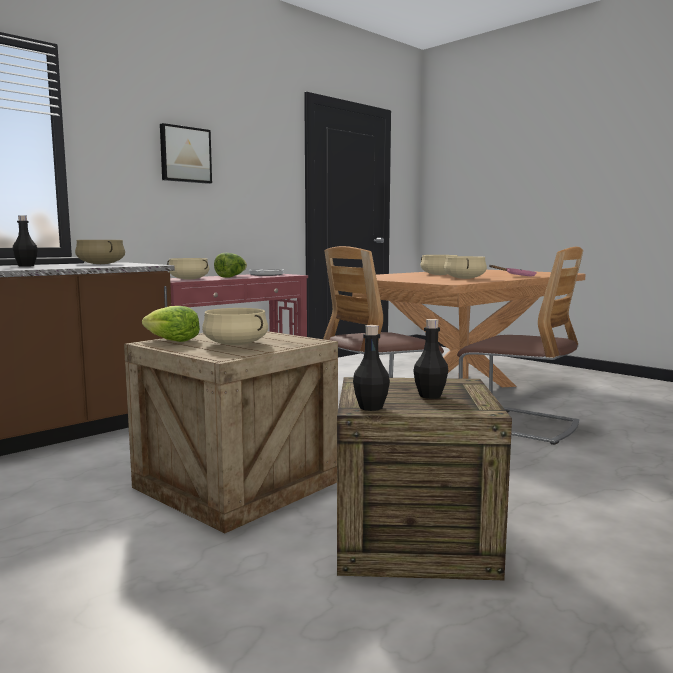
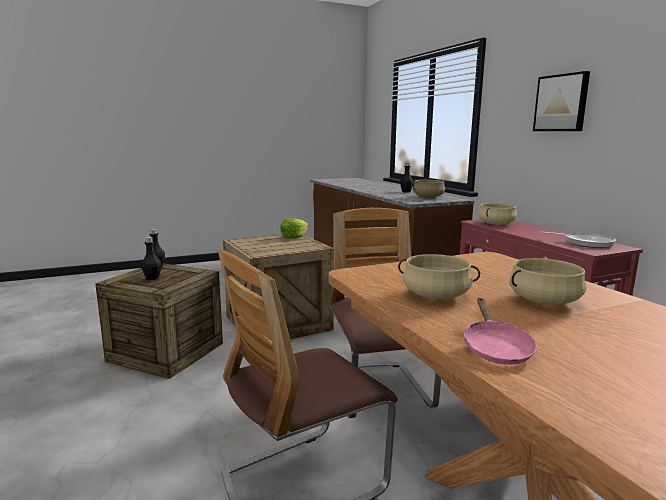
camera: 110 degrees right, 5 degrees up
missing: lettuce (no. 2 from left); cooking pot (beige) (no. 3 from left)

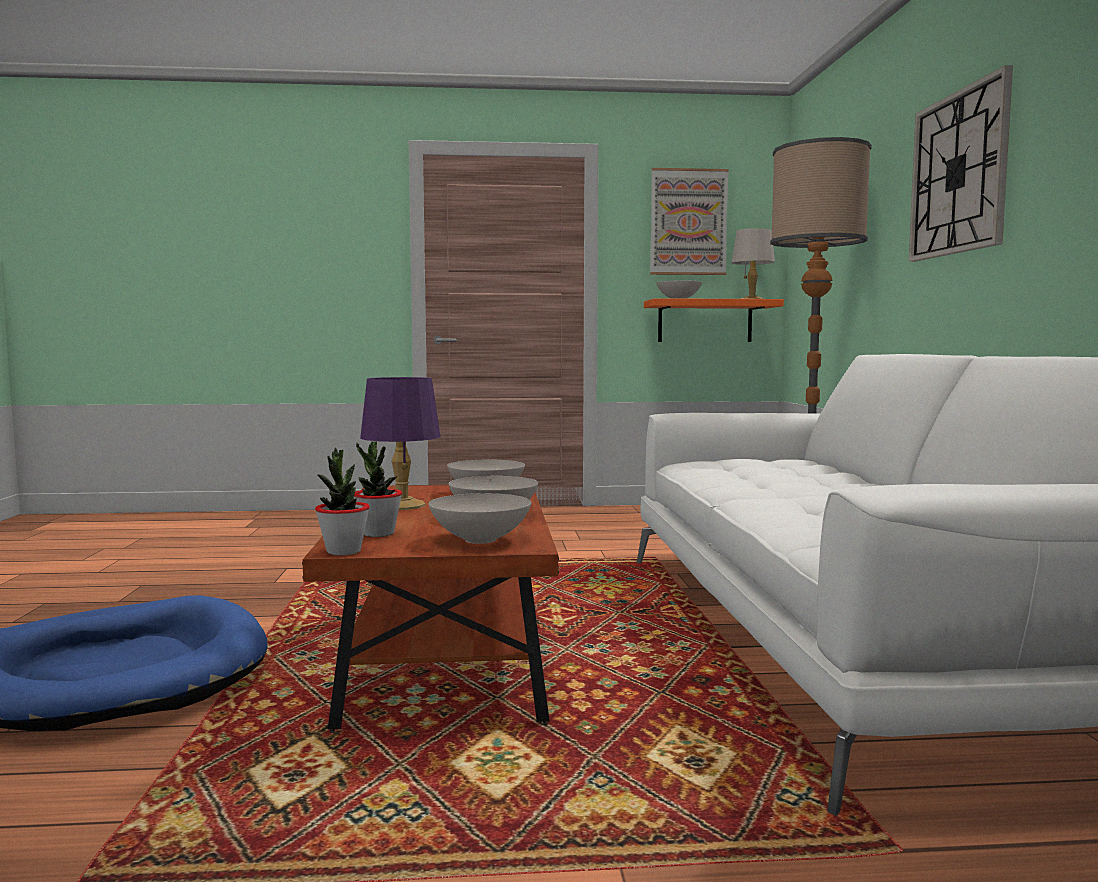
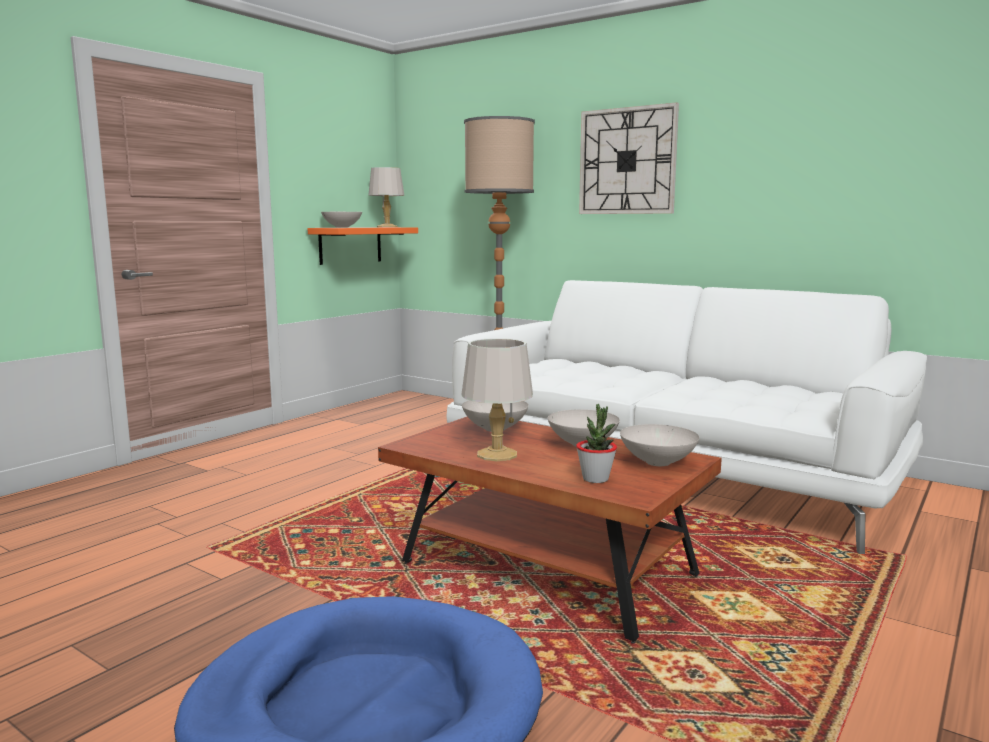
camera: 50 degrees left, 5 degrees up
missing: picture; potted plant (no. 1 from left)
colour: table lamp (purple) to table lamp (grey) (no. 2 from left)

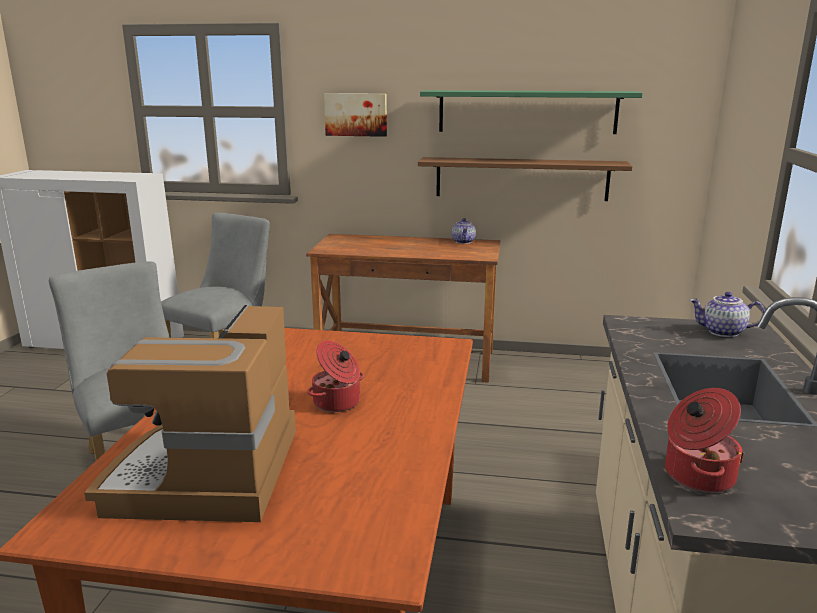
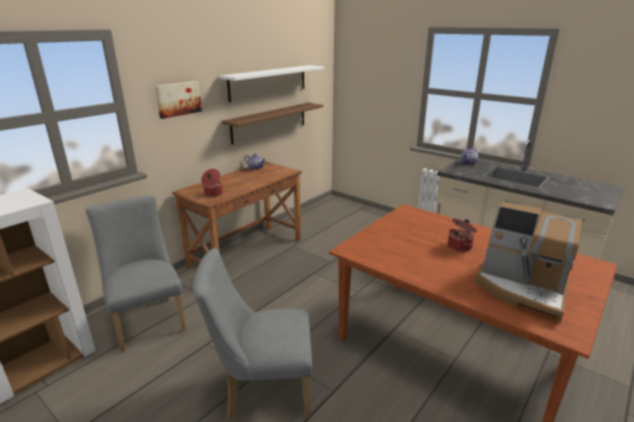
camera: 60 degrees left, 5 degrees up
relocated: cooking pot (no. 2 from left in the first image) to cooking pot (no. 1 from left)
colour: shelf (green) to shelf (white)

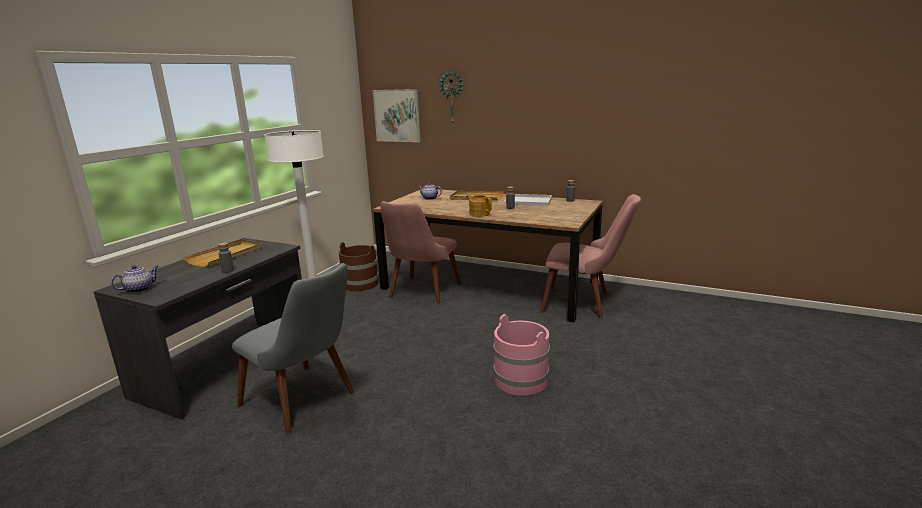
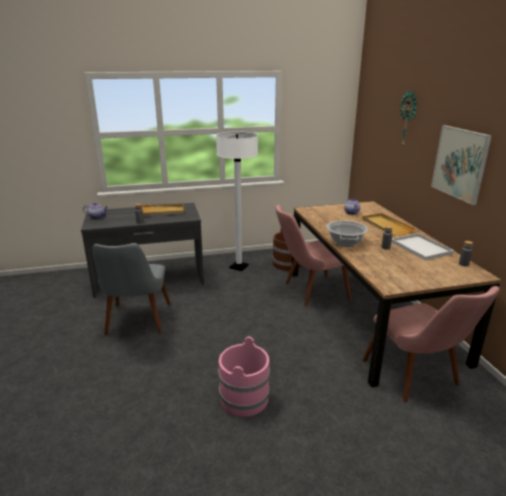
camera: 50 degrees right, 5 degrees up
relocated: picture
exchanged: teapot (no. 3 from left) to cooking pot

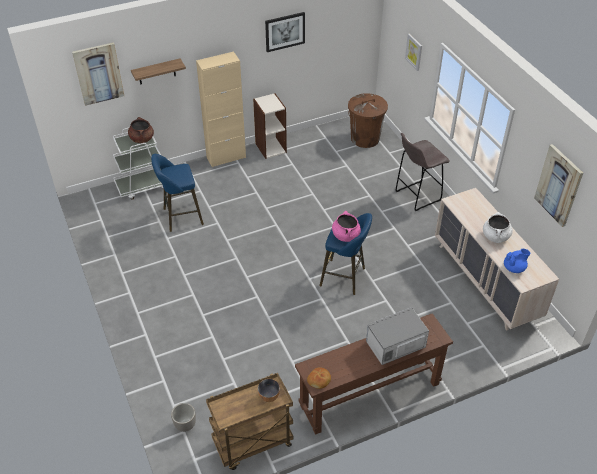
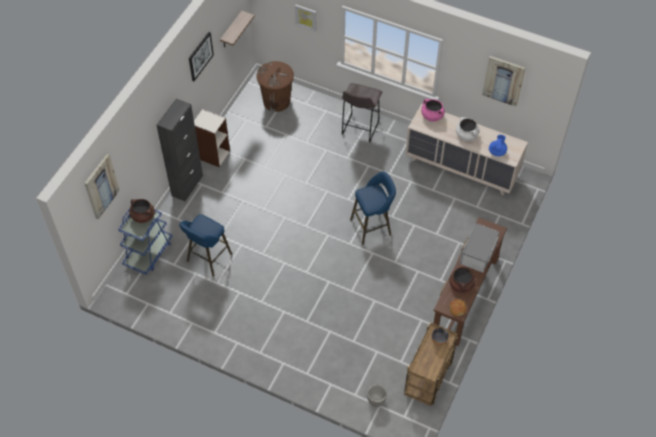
camera: 40 degrees left, 10 degrees up
appeared: cooking pot (brown) (no. 2 from left)
relocated: shelf; cooking pot (pink)
colour: cabinet (beige) to cabinet (black); cart (white) to cart (blue)

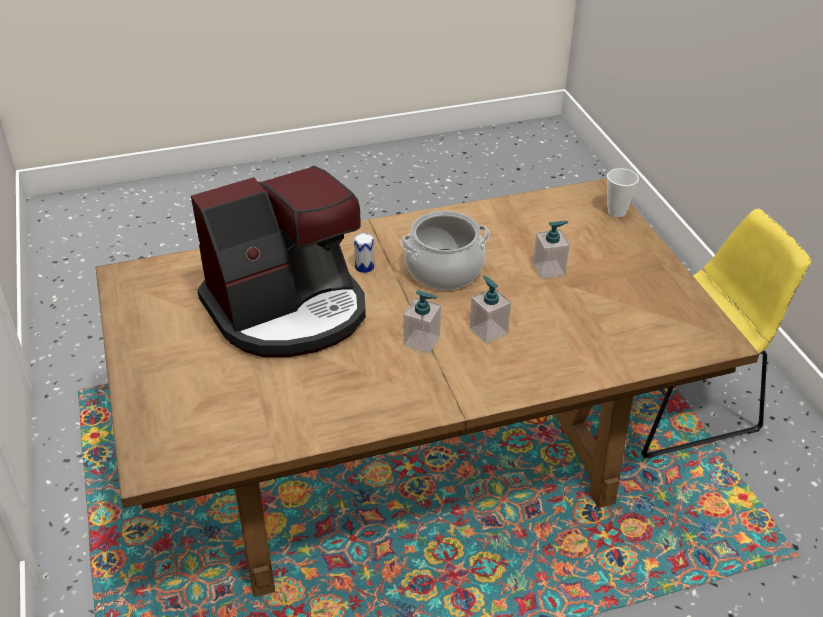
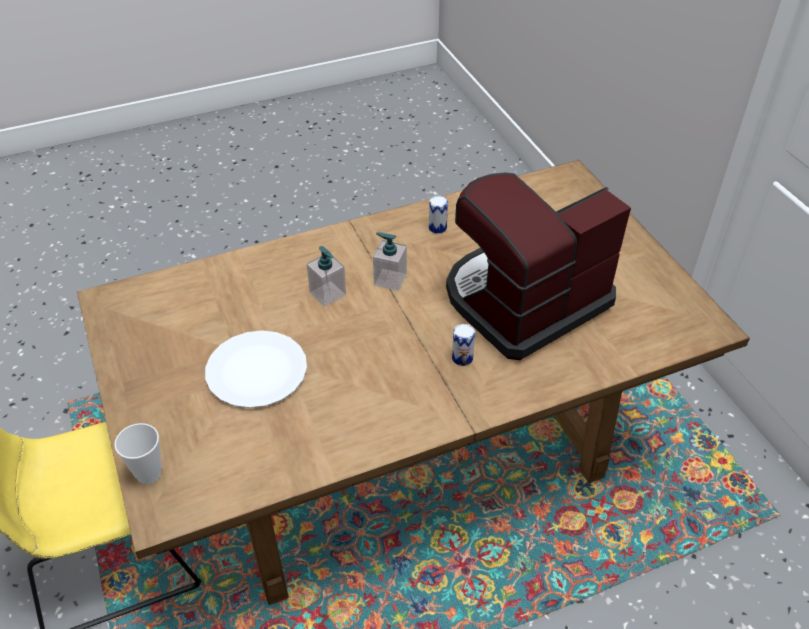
camera: 175 degrees right, 5 degrees up
missing: cooking pot
appeared: can (no. 1 from left)
exchanged: soap dispenser (no. 3 from left) to plate (white)

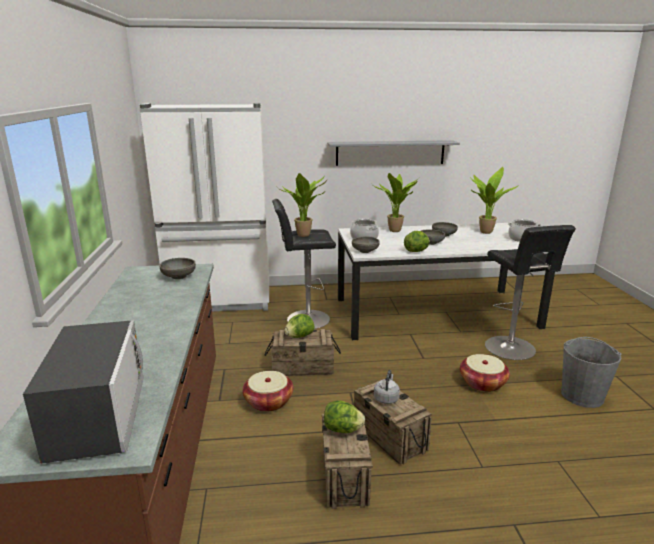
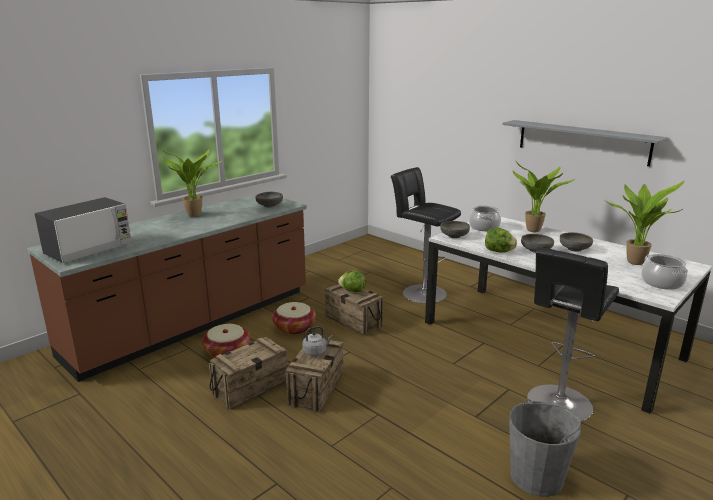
camera: 50 degrees right, 0 degrees up
missing: fridge (white); lettuce (no. 2 from left)
relocated: potted plant (no. 1 from left); basket (no. 2 from left in the first image) to basket (no. 1 from left)

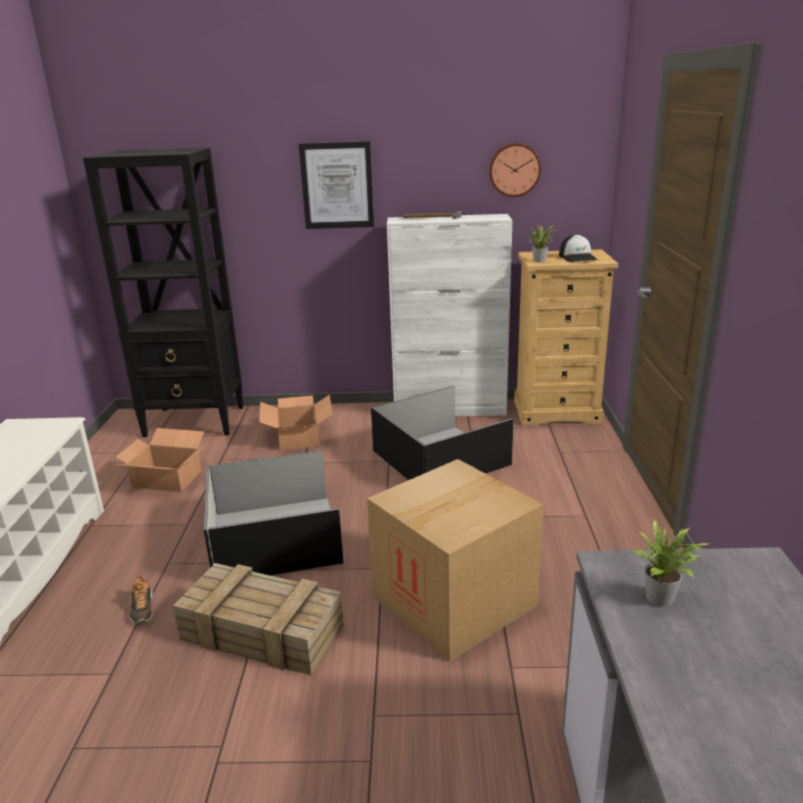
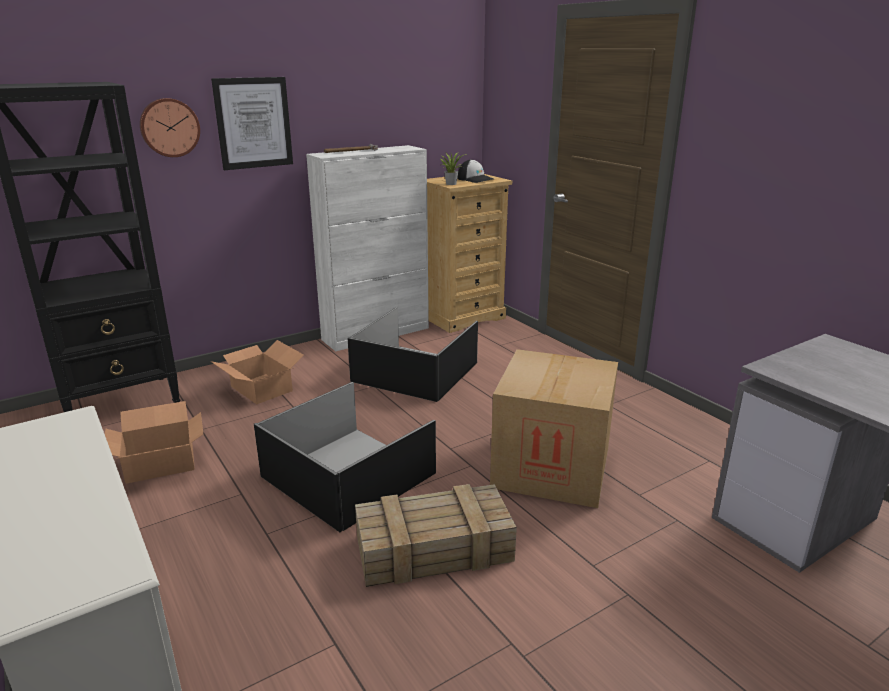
camera: 35 degrees left, 0 degrees up
missing: potted plant (no. 2 from left); shoe
relocated: wall clock

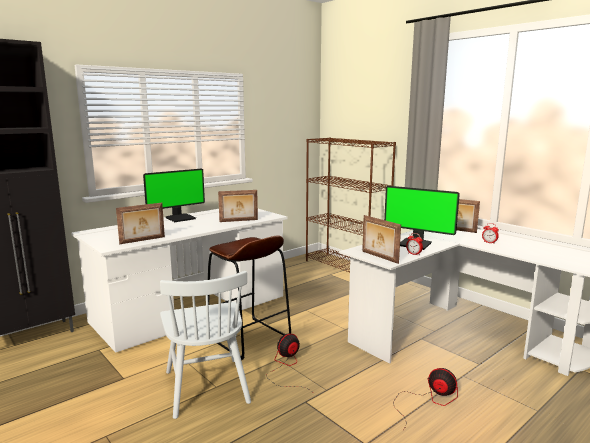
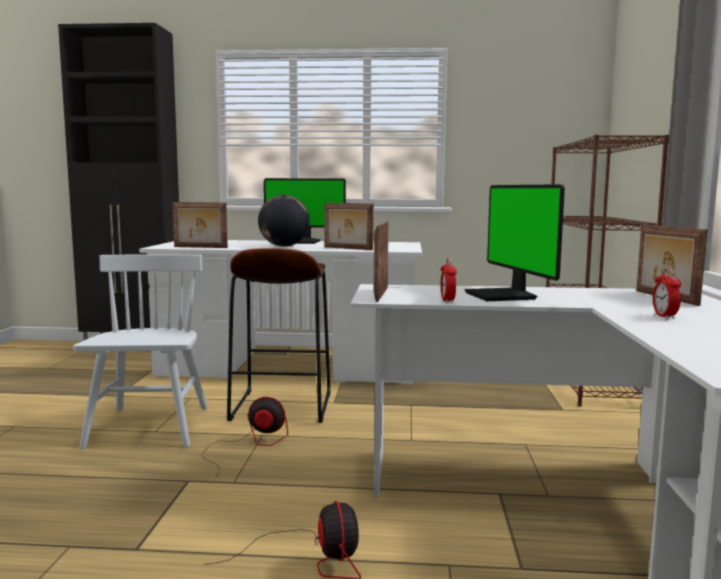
camera: 45 degrees right, 5 degrees down
appeared: globe
spun: chair (white) 150 degrees clockwise

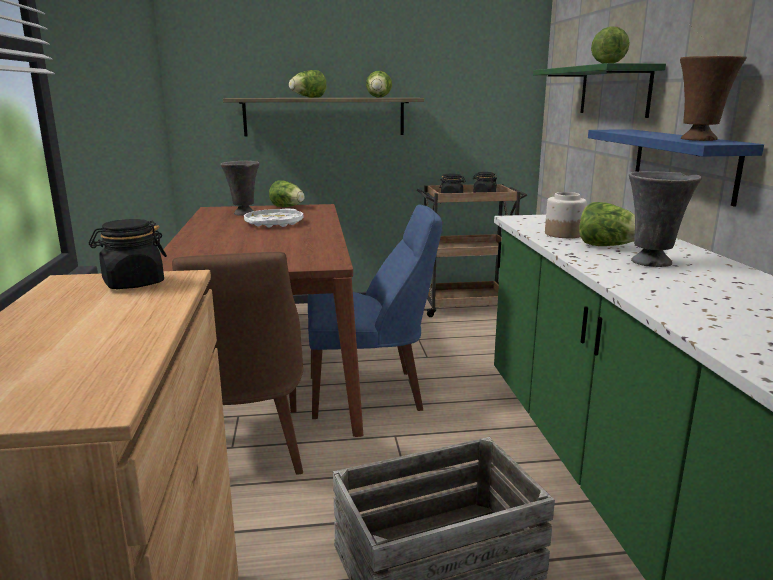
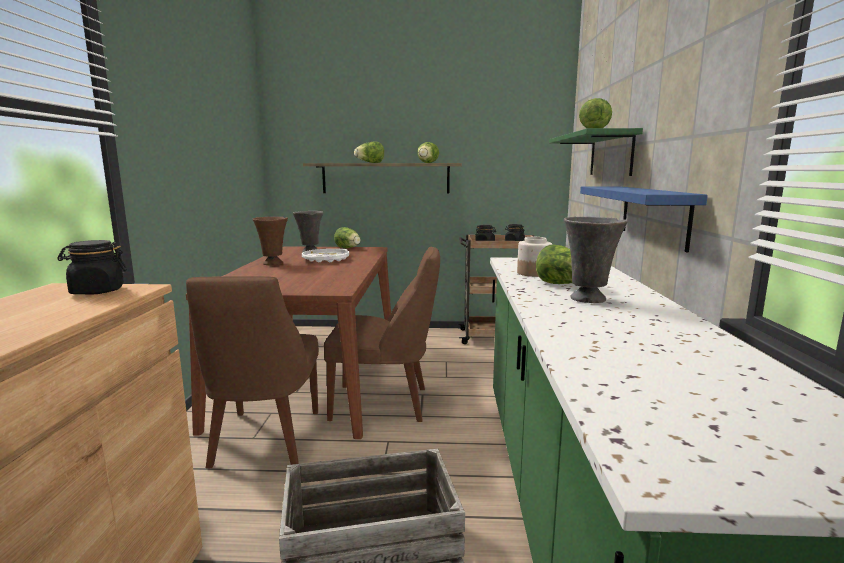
camera: 10 degrees right, 5 degrees down
relocated: vase (brown)
colour: chair (blue) to chair (brown) (no. 2 from left)

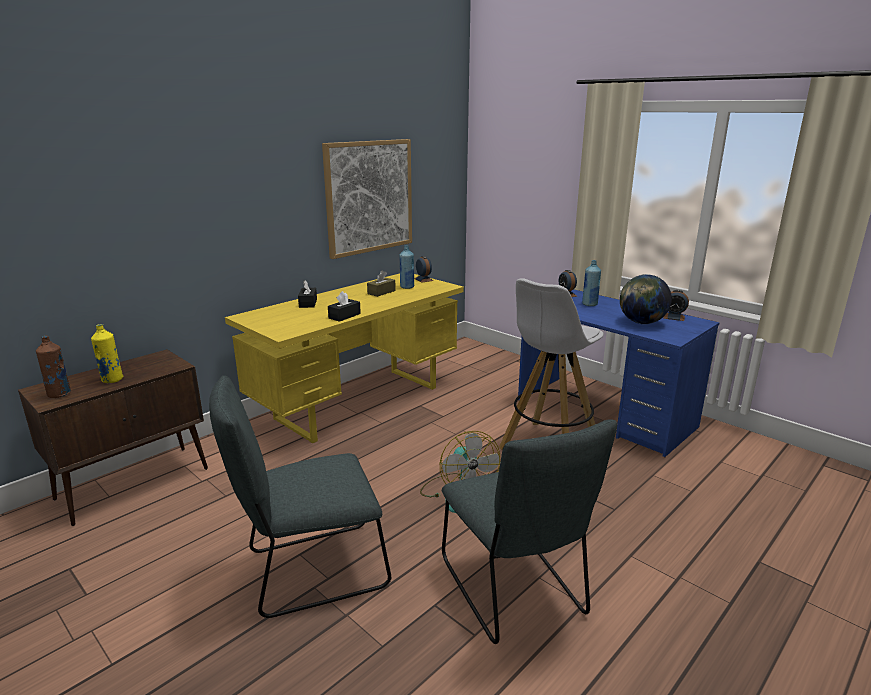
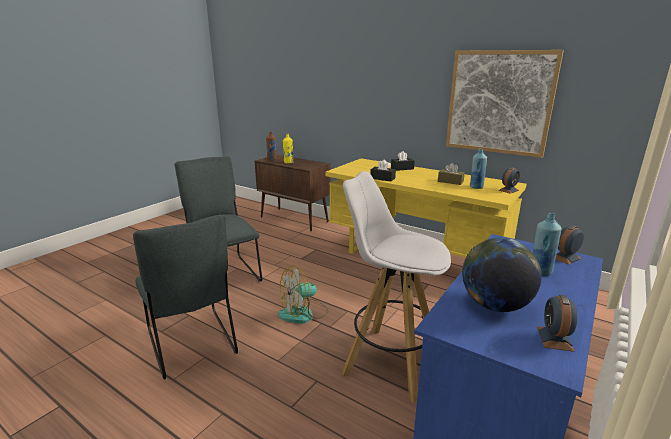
camera: 80 degrees right, 0 degrees up
spun: chair (grey) (no. 2 from left in the first image) 90 degrees counterclockwise

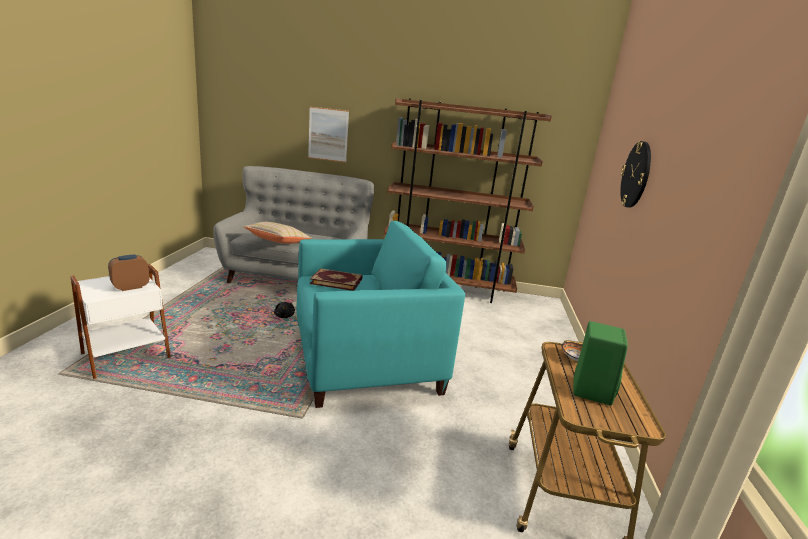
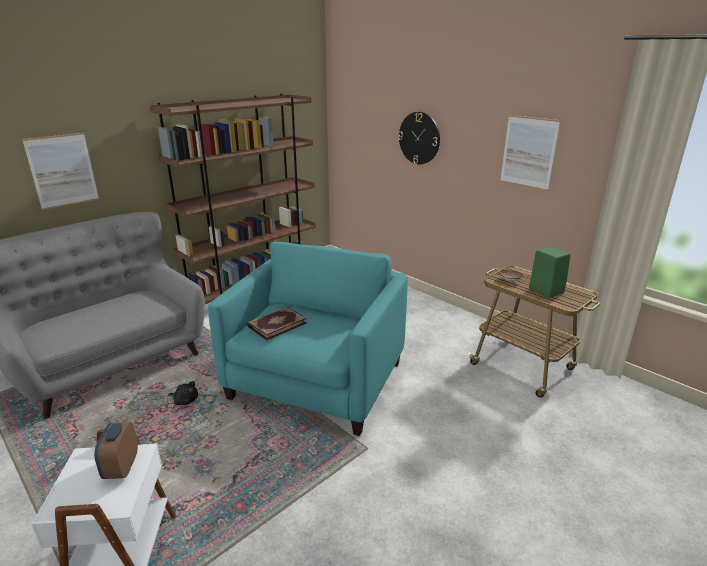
camera: 50 degrees left, 5 degrees up
missing: pillow (beige)
appeared: picture (no. 2 from left)

